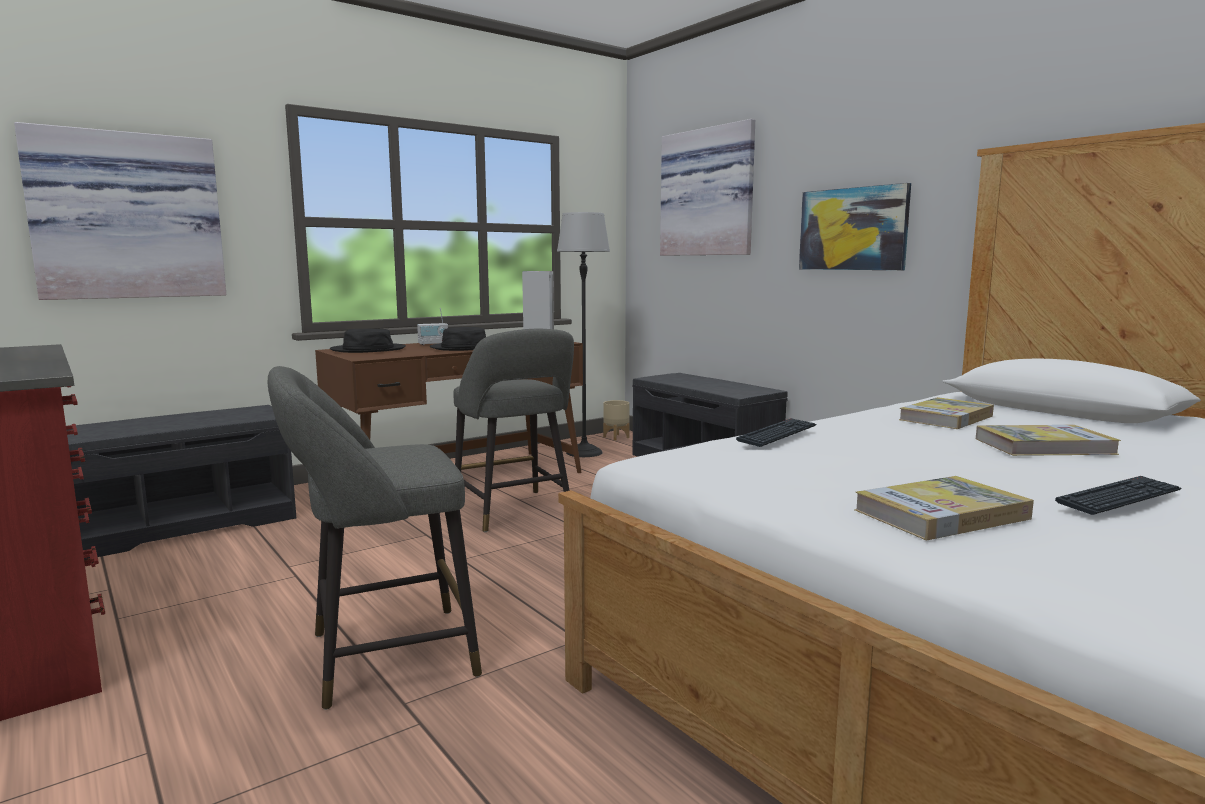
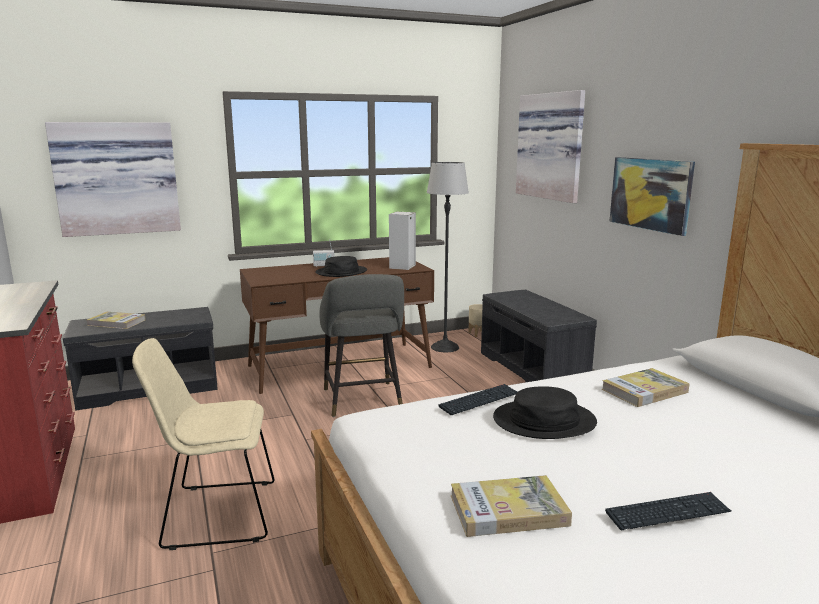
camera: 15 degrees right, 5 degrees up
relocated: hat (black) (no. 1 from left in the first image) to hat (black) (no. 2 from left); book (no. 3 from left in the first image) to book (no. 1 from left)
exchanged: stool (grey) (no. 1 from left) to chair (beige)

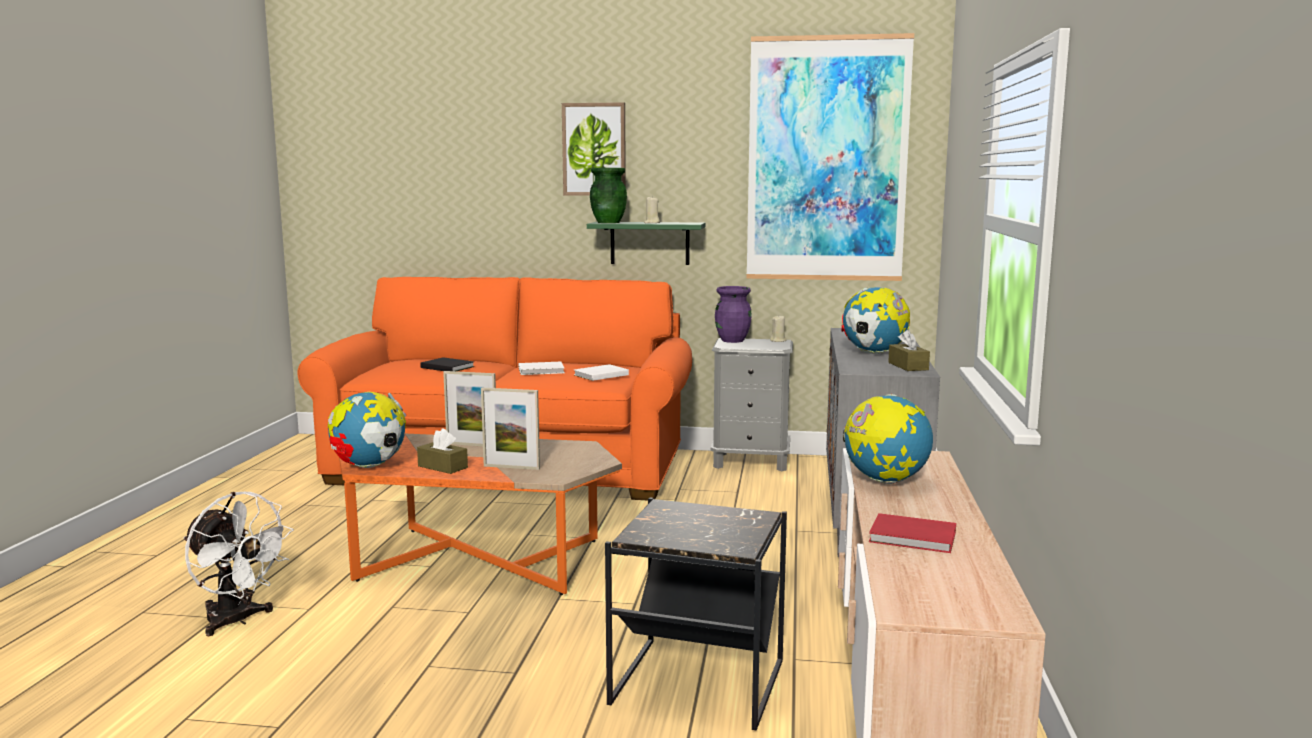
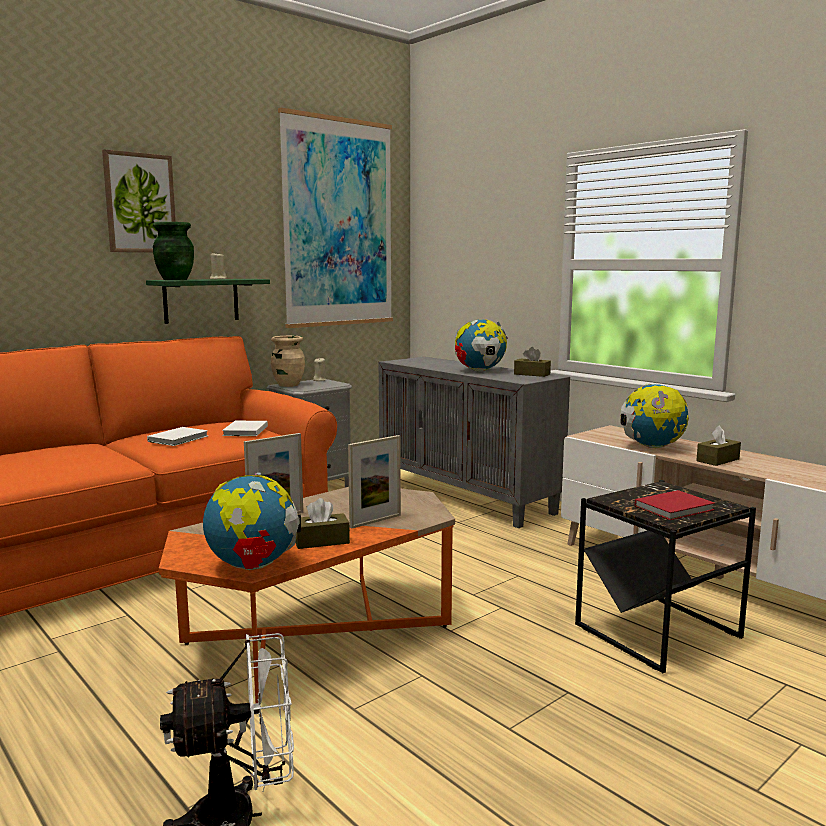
camera: 50 degrees left, 0 degrees up
missing: book (black)
appeared: tissue box (brown) (no. 3 from left)
relocated: book (red)
colour: vase (purple) to vase (beige)

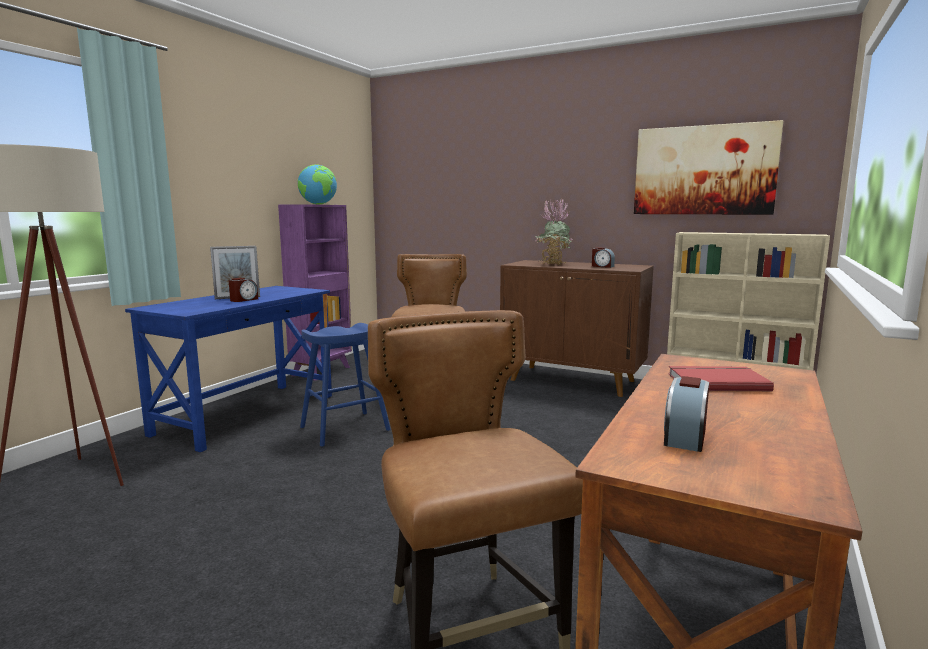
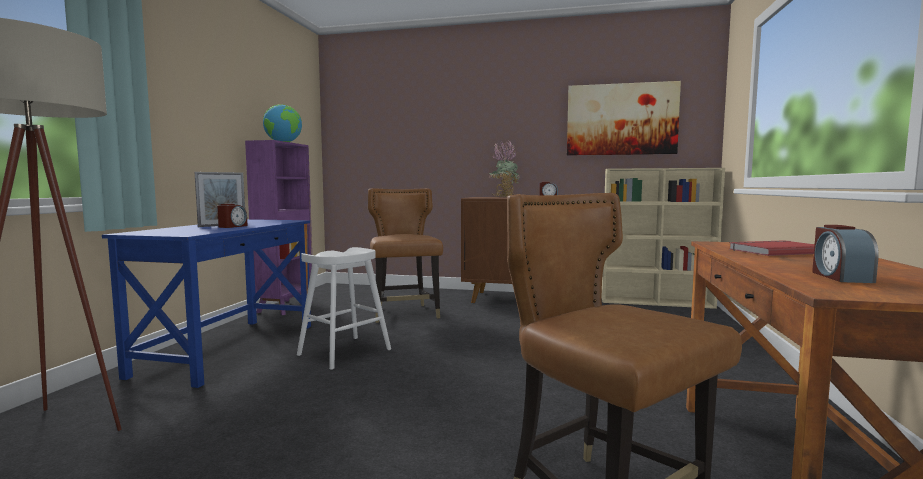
camera: 15 degrees left, 5 degrees down
colour: stool (blue) to stool (white)

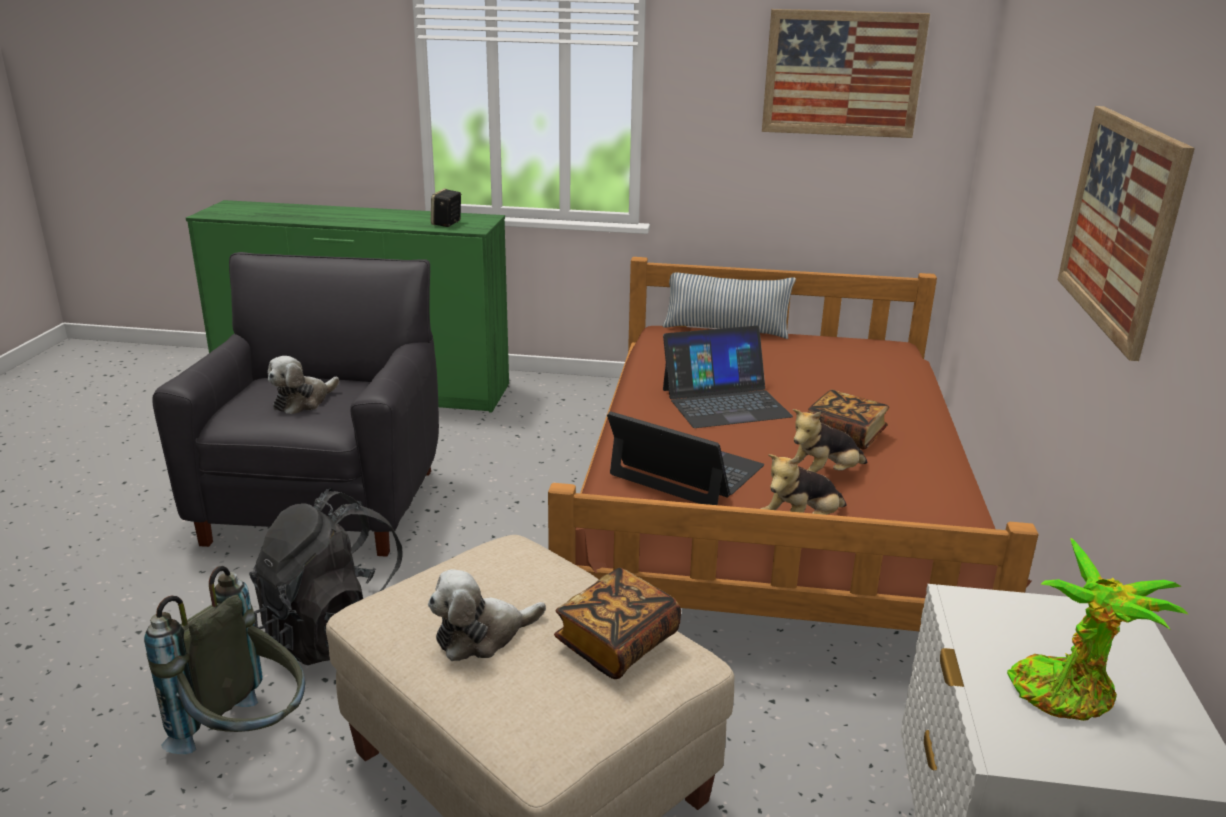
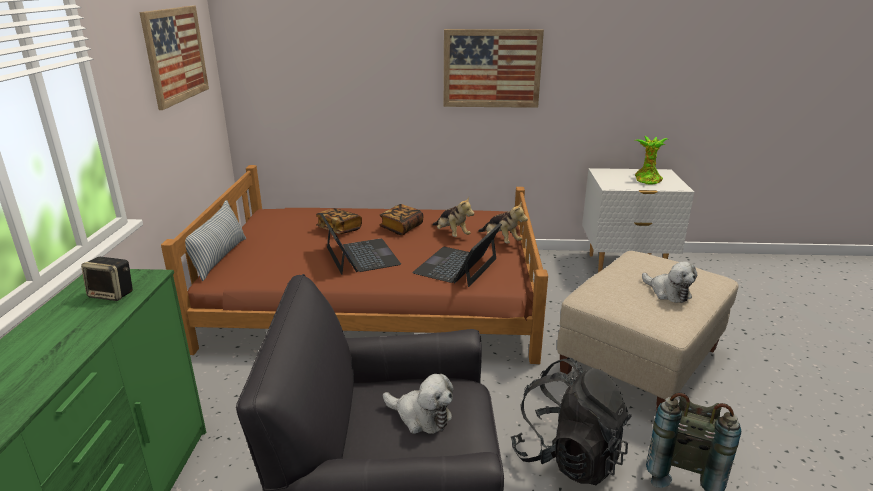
camera: 95 degrees left, 0 degrees up
relocated: book (no. 1 from left)

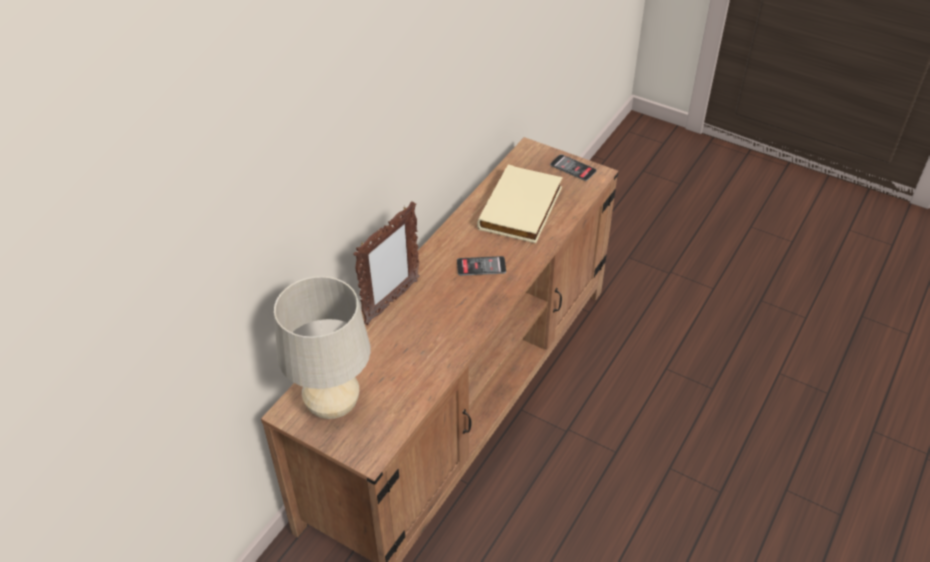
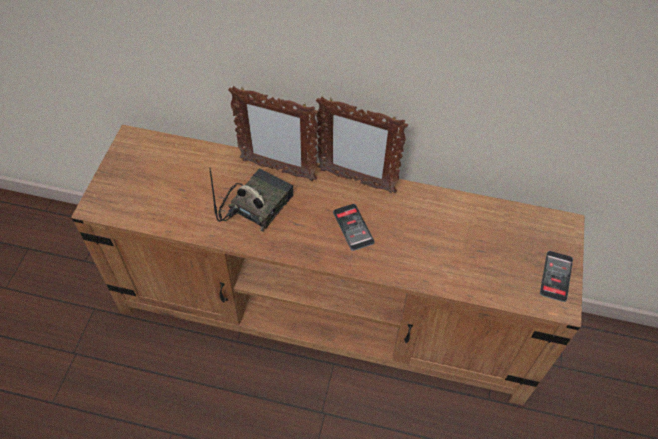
camera: 70 degrees right, 10 degrees up
missing: book (beige); table lamp (beige)
appeared: picture frame (no. 2 from left); radio

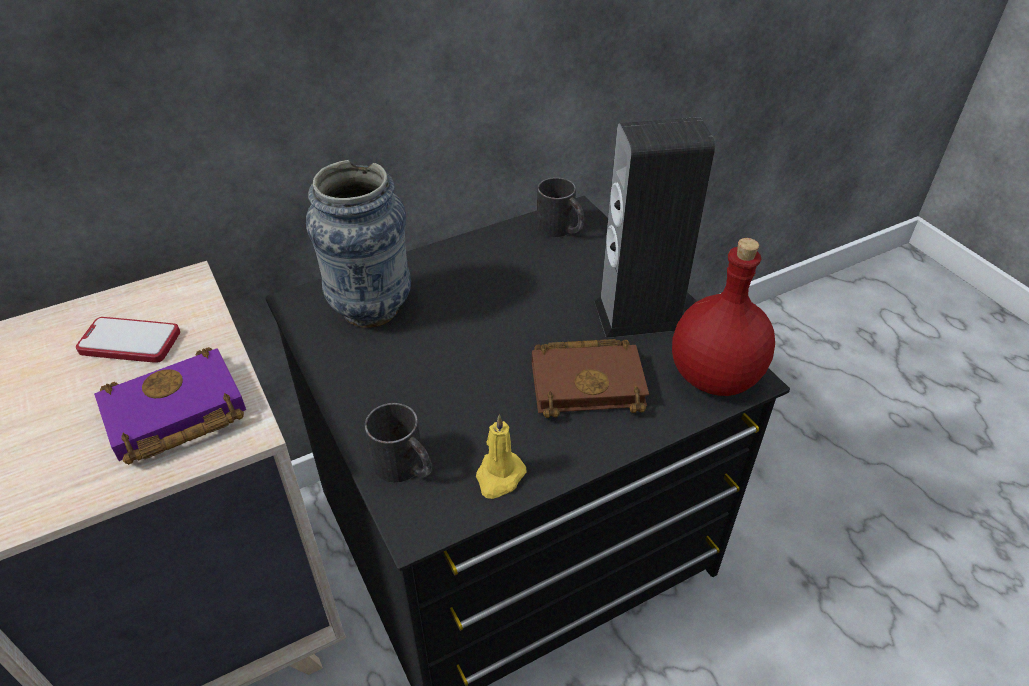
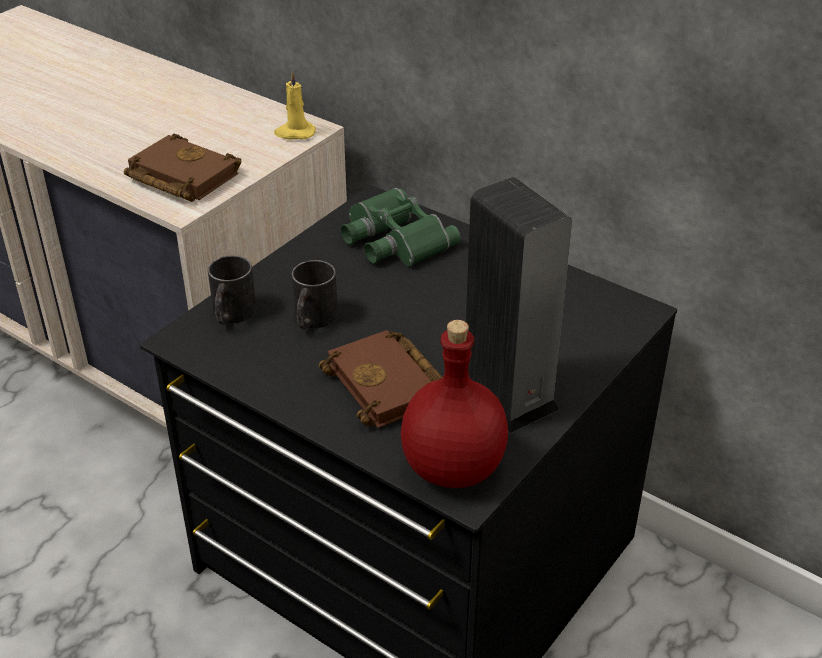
camera: 65 degrees right, 5 degrees down
missing: phone
relocated: mug (black) (no. 2 from left); candle (yellow)
exchanged: vase to binoculars (green)
colour: book (purple) to book (brown) (no. 1 from left)

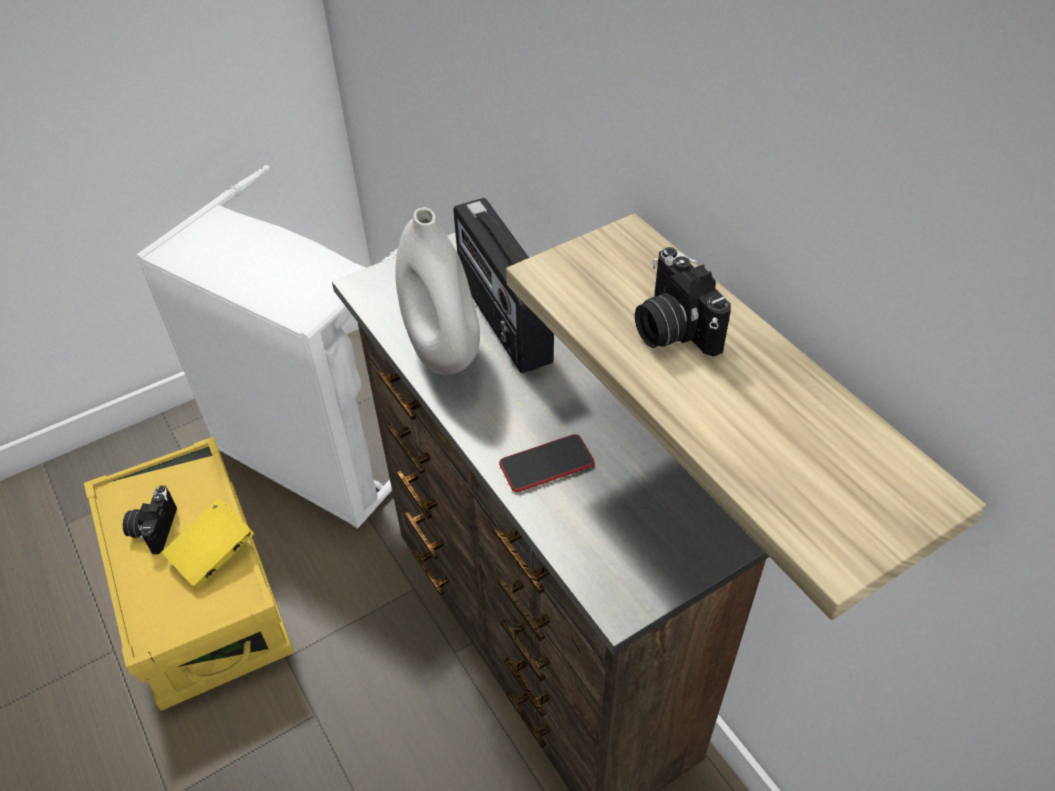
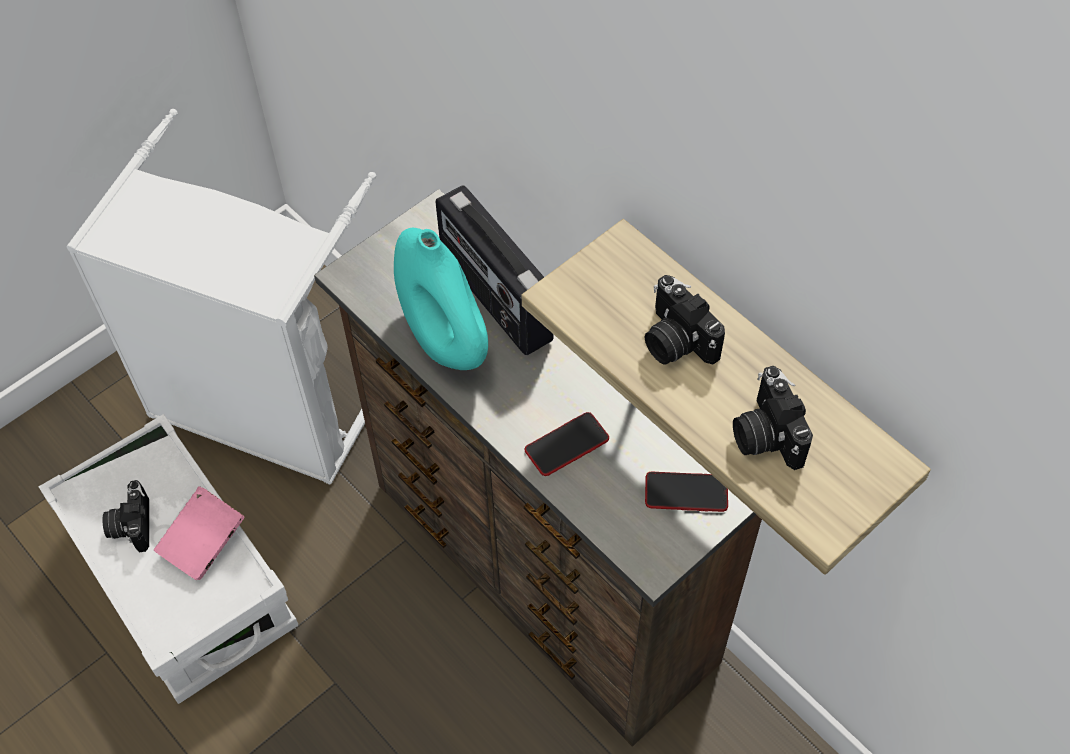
camera: 10 degrees left, 10 degrees up
appeared: photo camera (no. 3 from left); phone (no. 2 from left)
colour: vase (white) to vase (turquoise); storage box (yellow) to storage box (white); book (yellow) to book (pink)

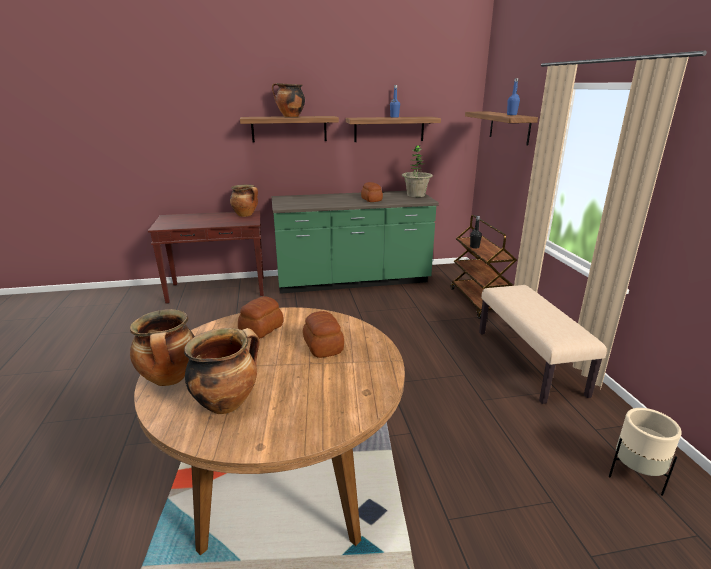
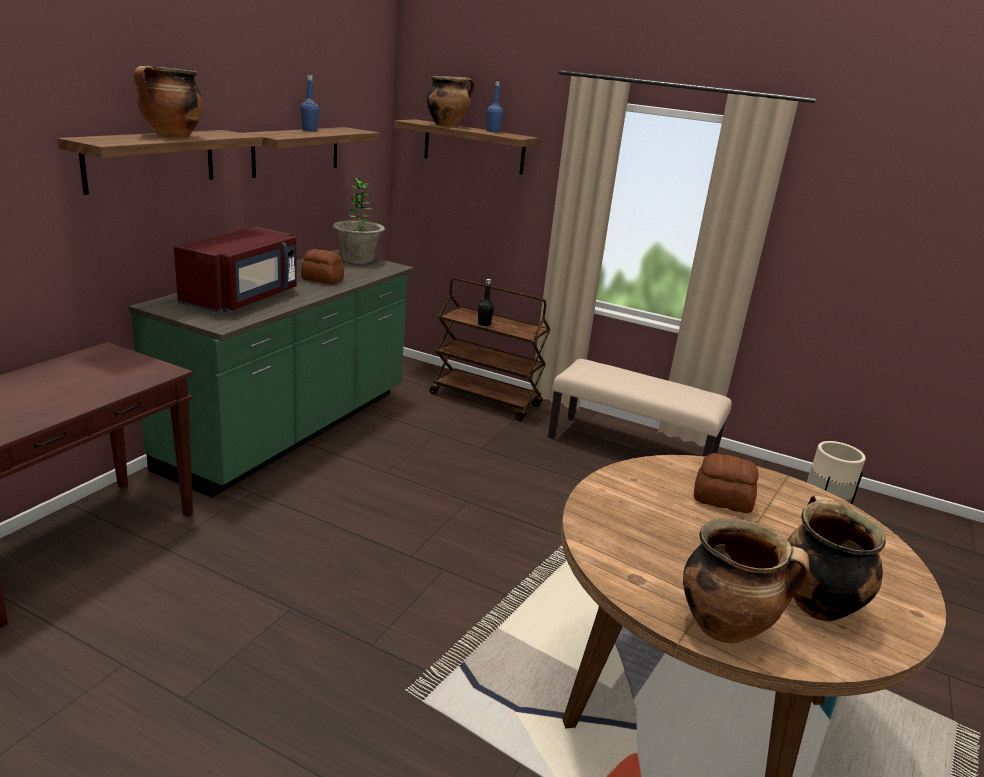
camera: 55 degrees left, 0 degrees up
missing: bread (no. 1 from left)
appeared: microwave (red)
relocated: cooking pot (no. 3 from left in the first image) to cooking pot (no. 2 from left)

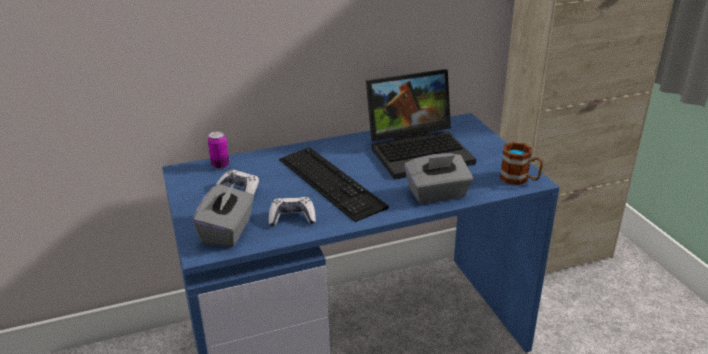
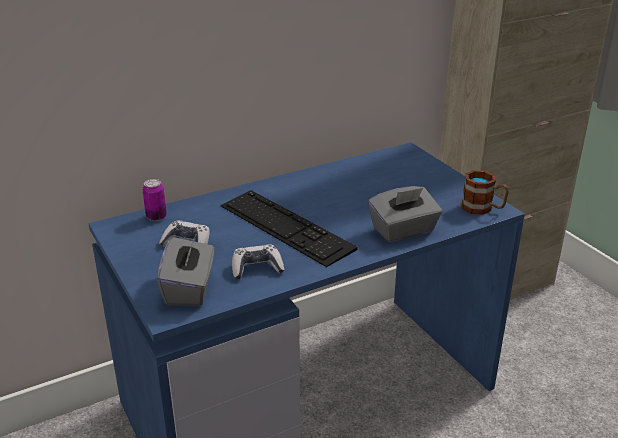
camera: 10 degrees left, 0 degrees up
missing: laptop

